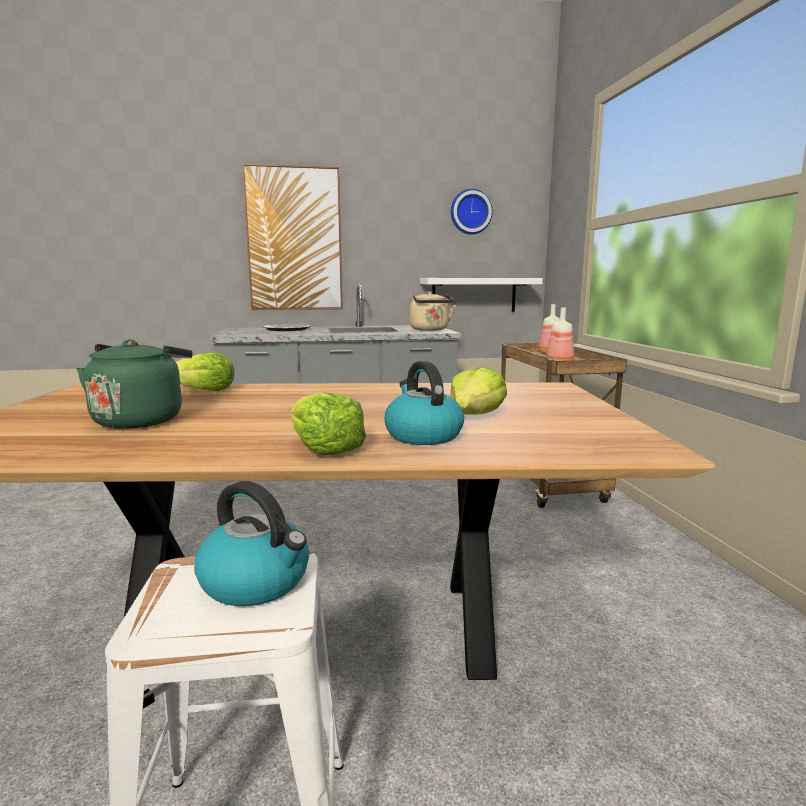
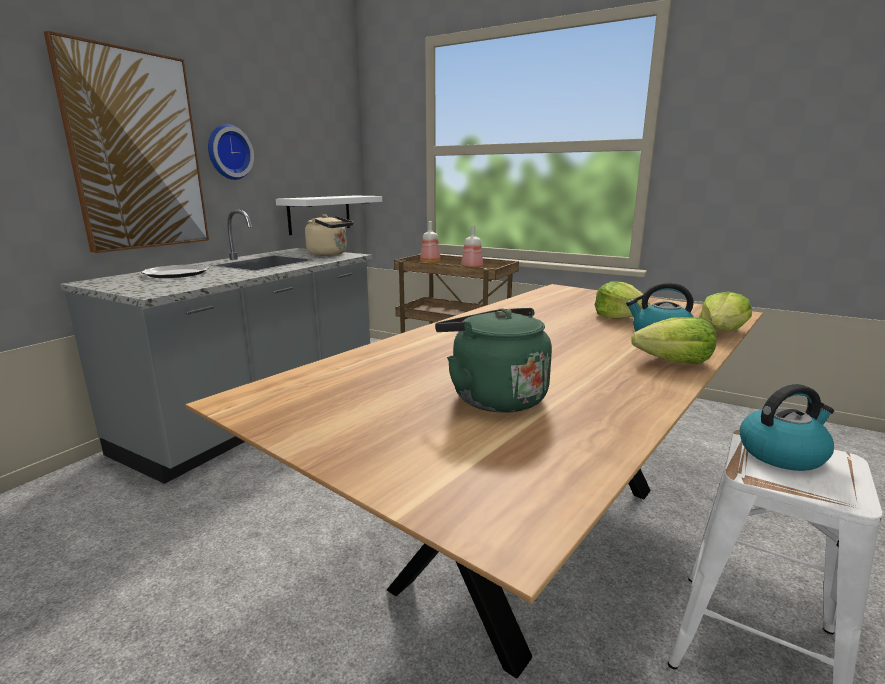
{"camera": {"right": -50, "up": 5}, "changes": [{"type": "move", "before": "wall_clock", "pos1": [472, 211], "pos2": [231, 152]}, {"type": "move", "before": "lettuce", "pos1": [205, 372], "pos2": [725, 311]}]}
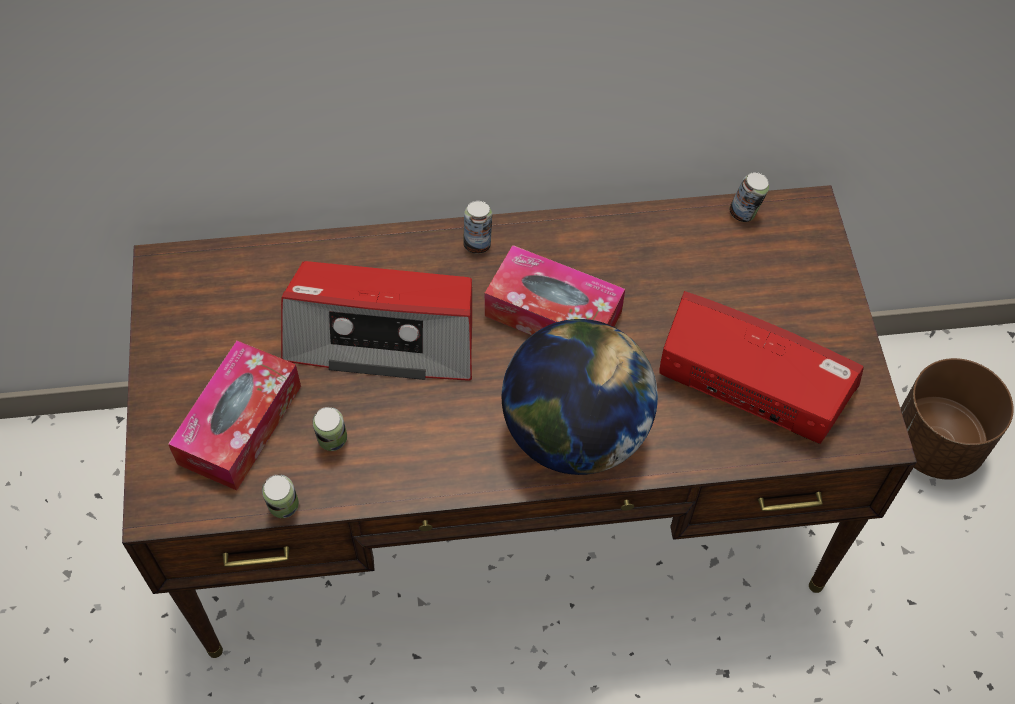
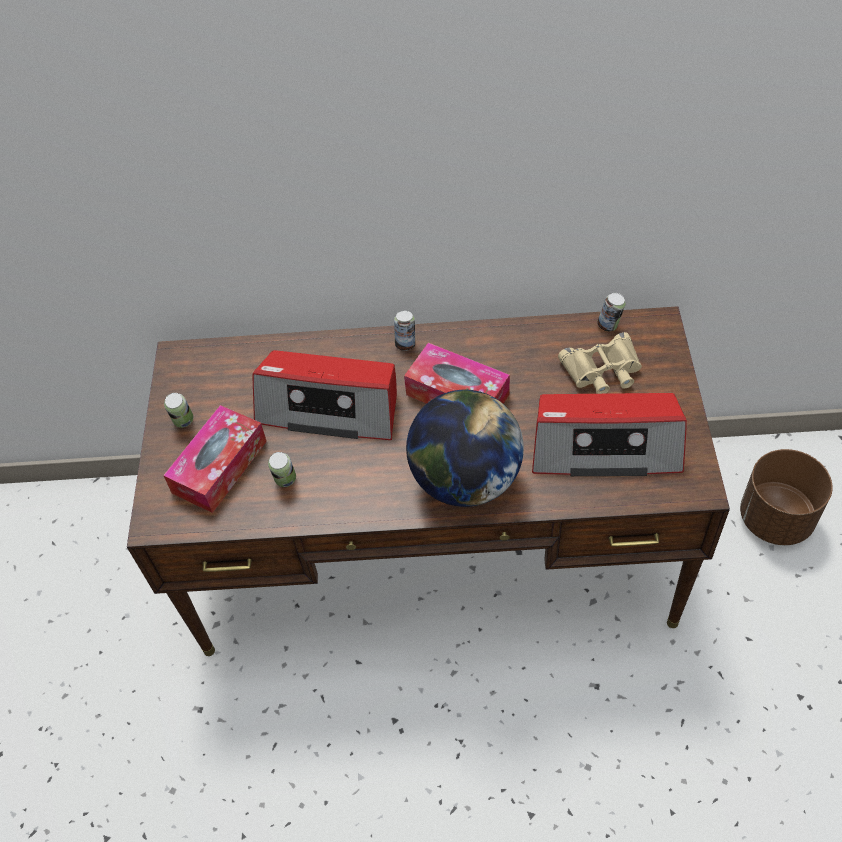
{"camera": {"right": 10, "up": -5}, "changes": [{"type": "move", "before": "can", "pos1": [280, 496], "pos2": [178, 410]}, {"type": "rotate", "before": "radio", "pos1": [762, 367], "pos2": [609, 434], "turn": 150}, {"type": "insert", "after": "beige_binoculars", "pos2": [600, 363]}]}
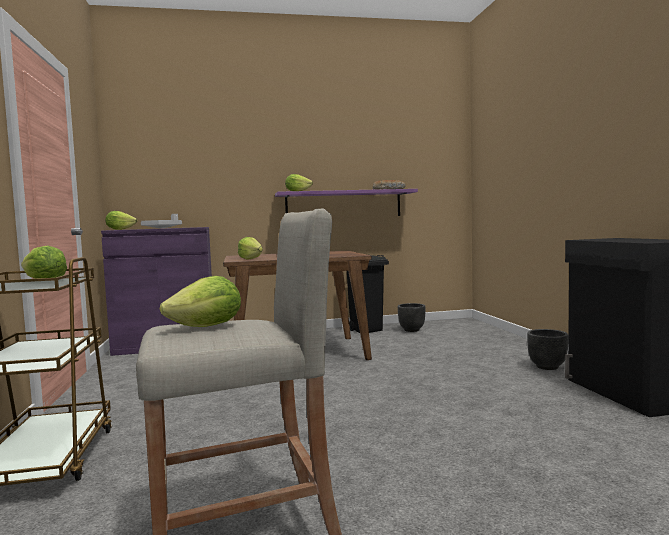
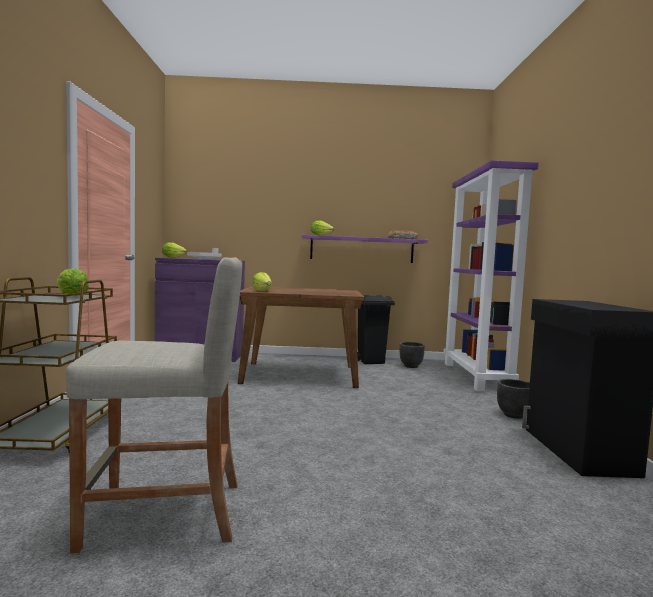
{"camera": {"right": 10, "up": 0}, "changes": [{"type": "insert", "after": "purple_bookcase", "pos2": [491, 276]}, {"type": "delete", "before": "lettuce", "pos1": [200, 301]}]}
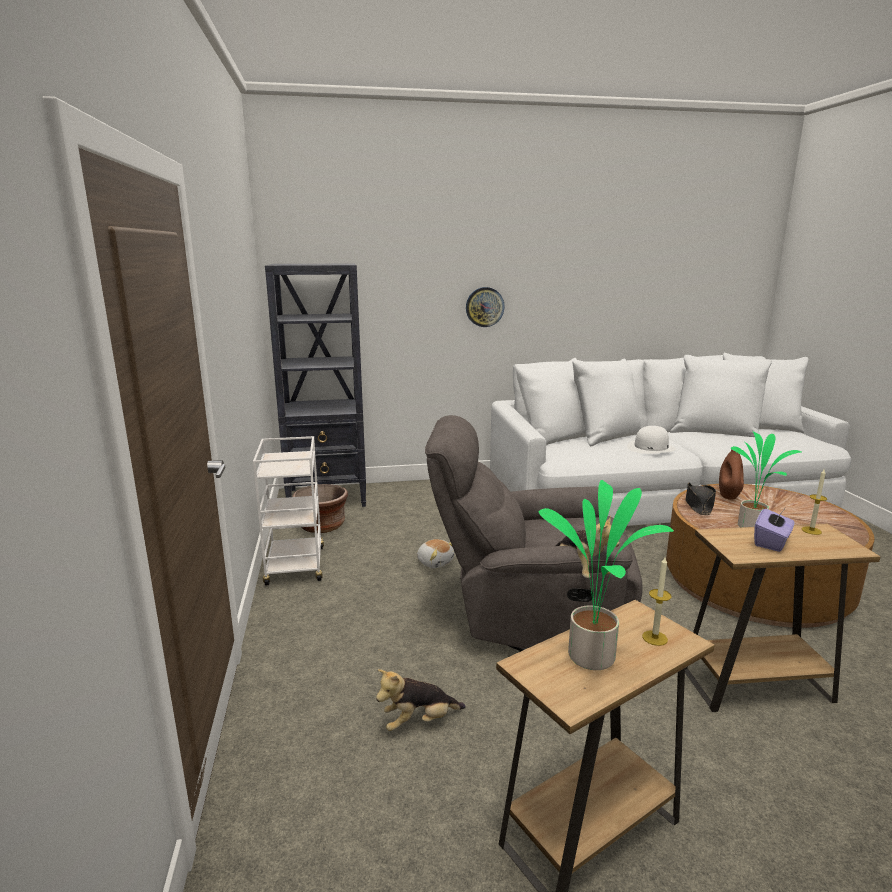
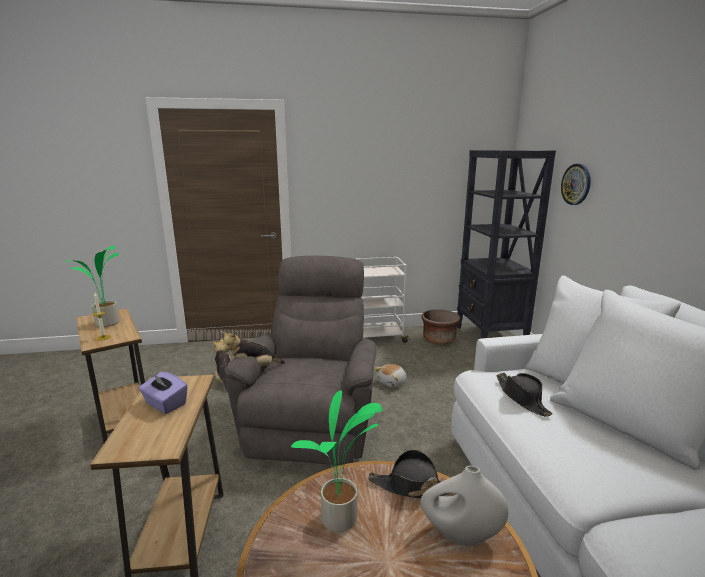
{"camera": {"right": 90, "up": 0}, "changes": [{"type": "recolor", "before": "brown_vase", "after": "white_vase", "pos1": [731, 475], "pos2": [465, 506]}, {"type": "insert", "after": "black_hat", "pos2": [524, 395]}, {"type": "move", "before": "wall_clock", "pos1": [485, 307], "pos2": [576, 184]}, {"type": "delete", "before": "white_hat", "pos1": [651, 440]}, {"type": "delete", "before": "candle", "pos1": [814, 502]}]}
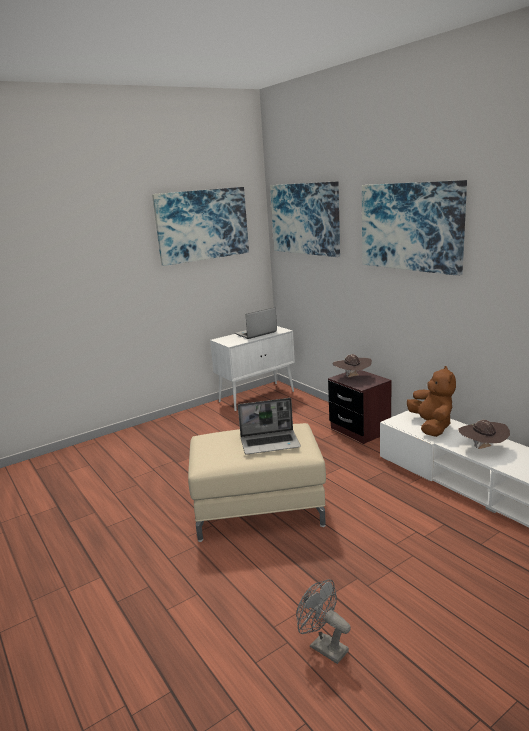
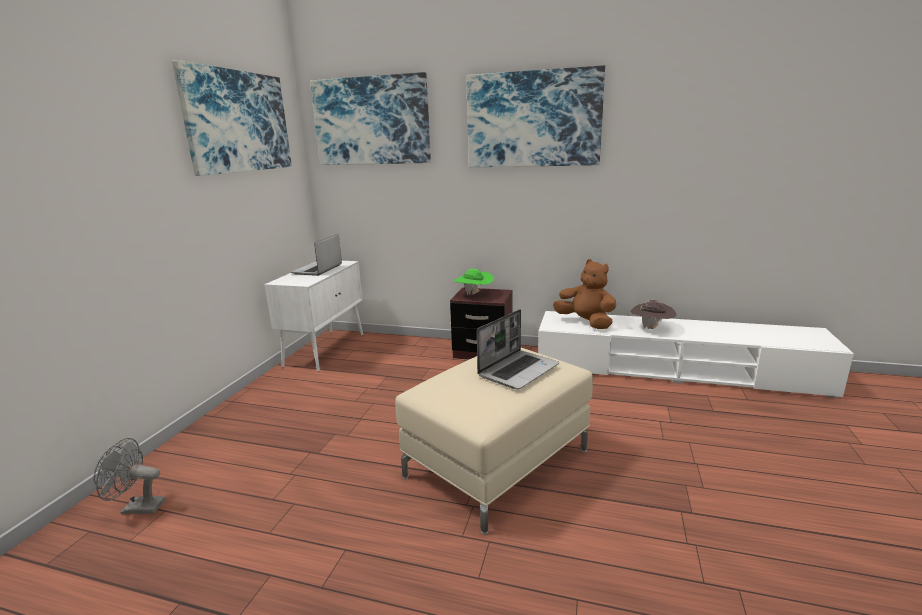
{"camera": {"right": -40, "up": 0}, "changes": [{"type": "move", "before": "grey_fan", "pos1": [323, 621], "pos2": [130, 476]}, {"type": "recolor", "before": "brown_hat", "after": "green_hat", "pos1": [352, 365], "pos2": [473, 282]}]}
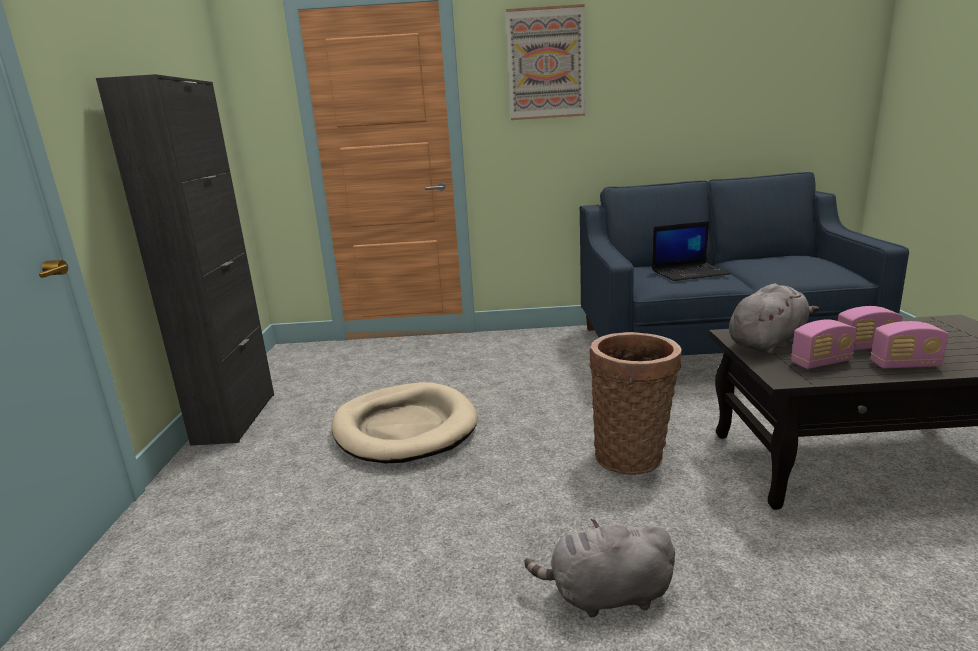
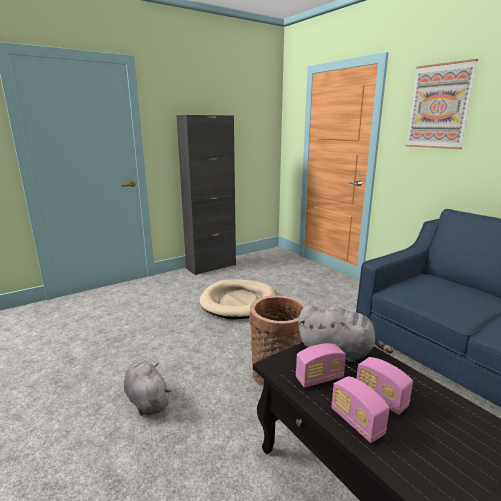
{"camera": {"right": 55, "up": 0}, "changes": [{"type": "rotate", "before": "radio", "pos1": [824, 344], "pos2": [321, 365], "turn": -60}, {"type": "delete", "before": "laptop", "pos1": [691, 251]}]}
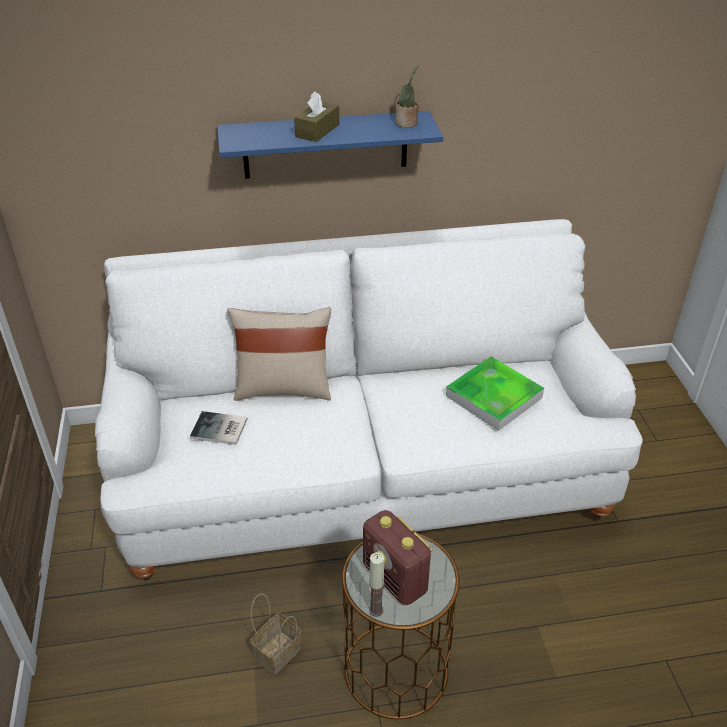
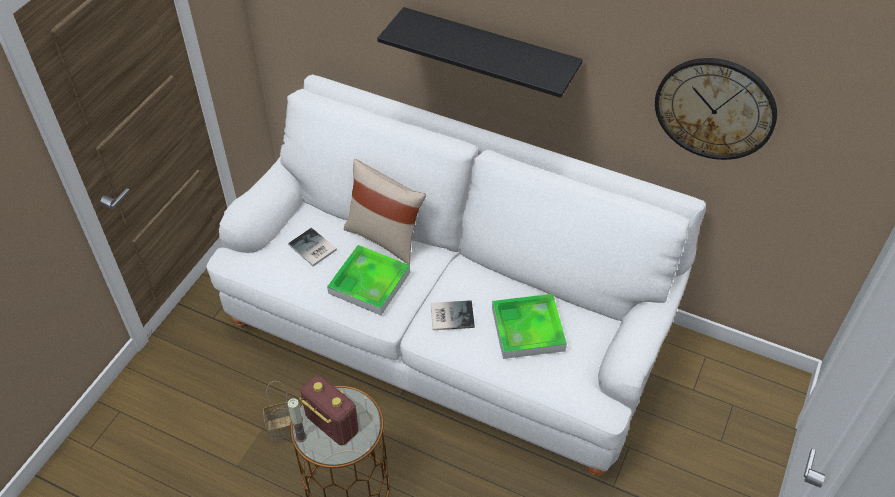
{"camera": {"right": 35, "up": 10}, "changes": [{"type": "rotate", "before": "radio", "pos1": [398, 557], "pos2": [329, 410], "turn": 135}, {"type": "insert", "after": "tray", "pos2": [368, 280]}, {"type": "recolor", "before": "blue_shelf", "after": "black_shelf", "pos1": [330, 145], "pos2": [480, 52]}, {"type": "insert", "after": "book", "pos2": [453, 315]}, {"type": "insert", "after": "wall_clock", "pos2": [716, 109]}, {"type": "delete", "before": "brown_tissue_box", "pos1": [316, 116]}, {"type": "delete", "before": "potted_plant", "pos1": [407, 96]}]}
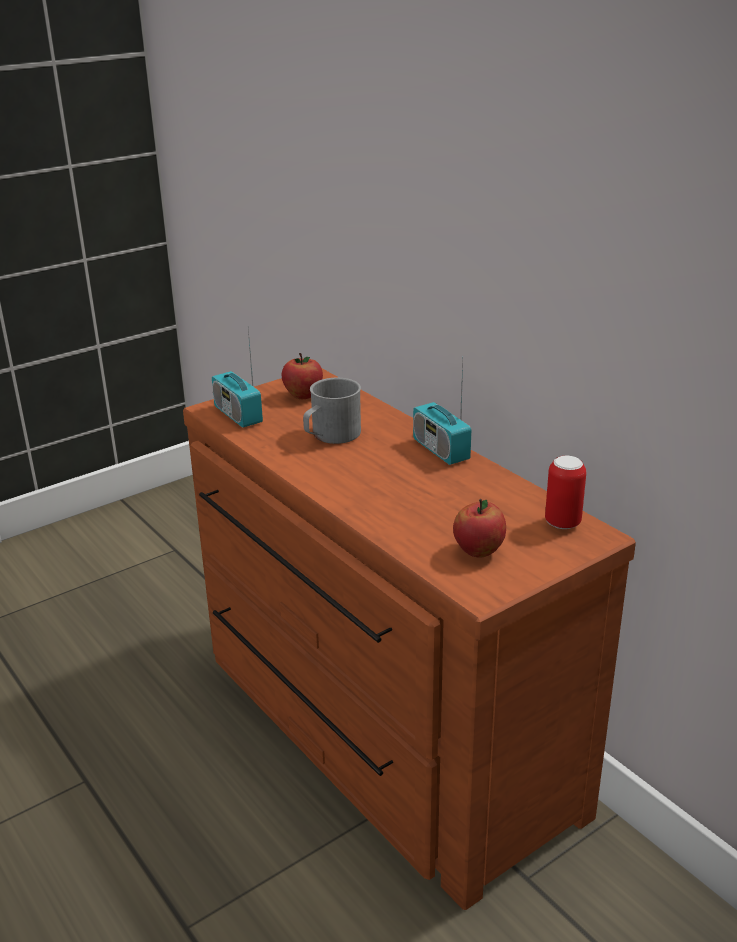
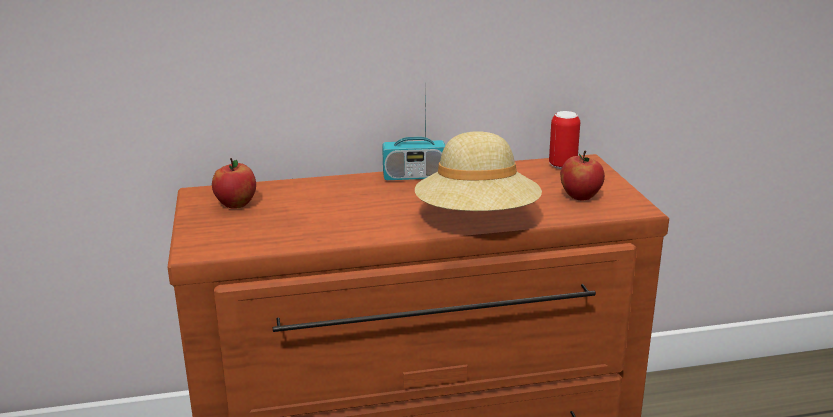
{"camera": {"right": -65, "up": -5}, "changes": [{"type": "insert", "after": "beige_hat", "pos2": [478, 171]}, {"type": "delete", "before": "radio", "pos1": [237, 378]}, {"type": "delete", "before": "grey_mug", "pos1": [332, 411]}]}
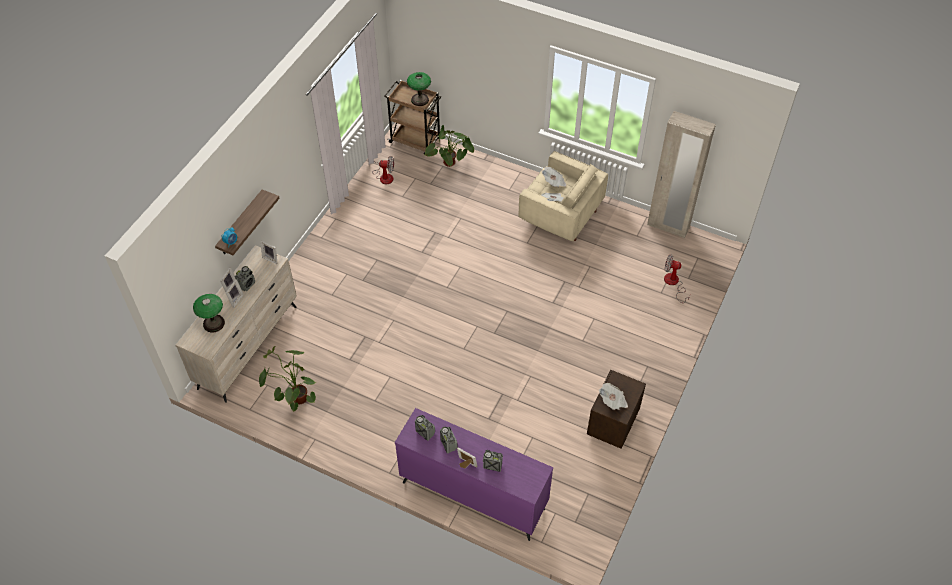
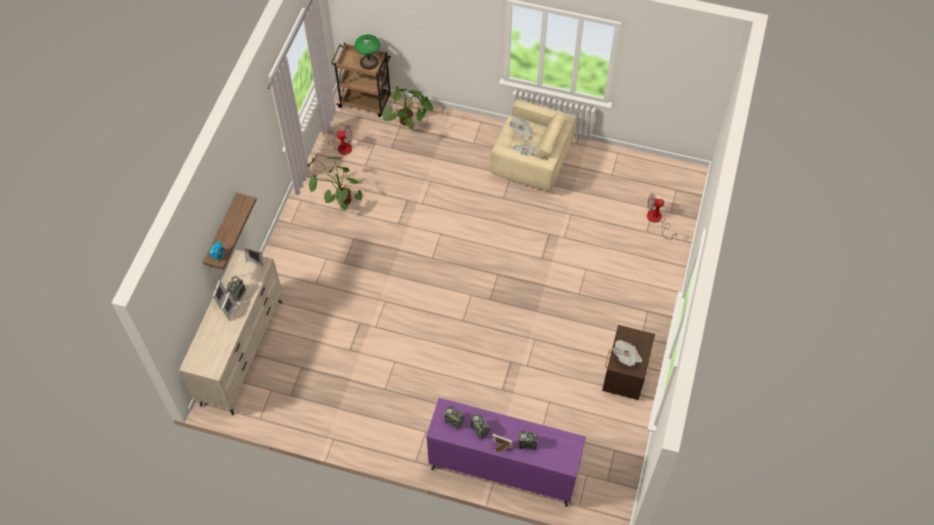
{"camera": {"right": -10, "up": 5}, "changes": [{"type": "move", "before": "potted_plant", "pos1": [287, 379], "pos2": [335, 183]}, {"type": "delete", "before": "table_lamp", "pos1": [209, 313]}, {"type": "delete", "before": "beige_wardrobe", "pos1": [681, 174]}]}
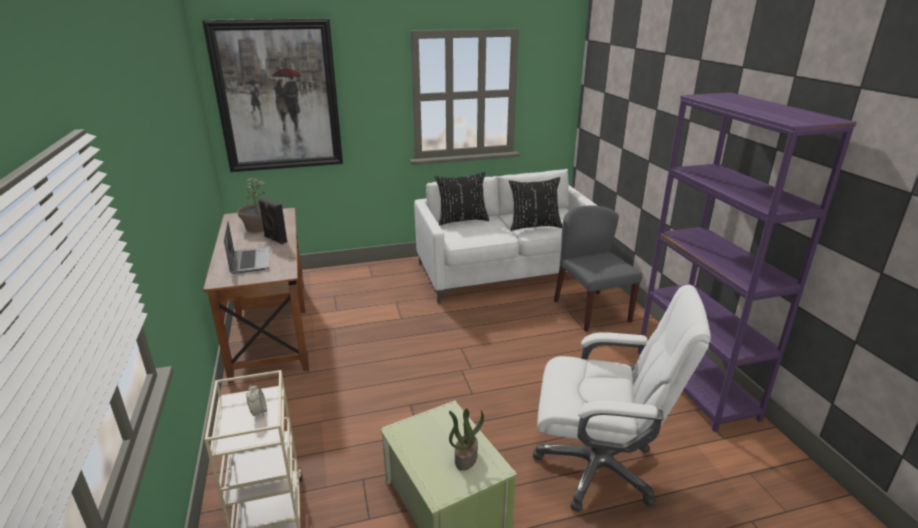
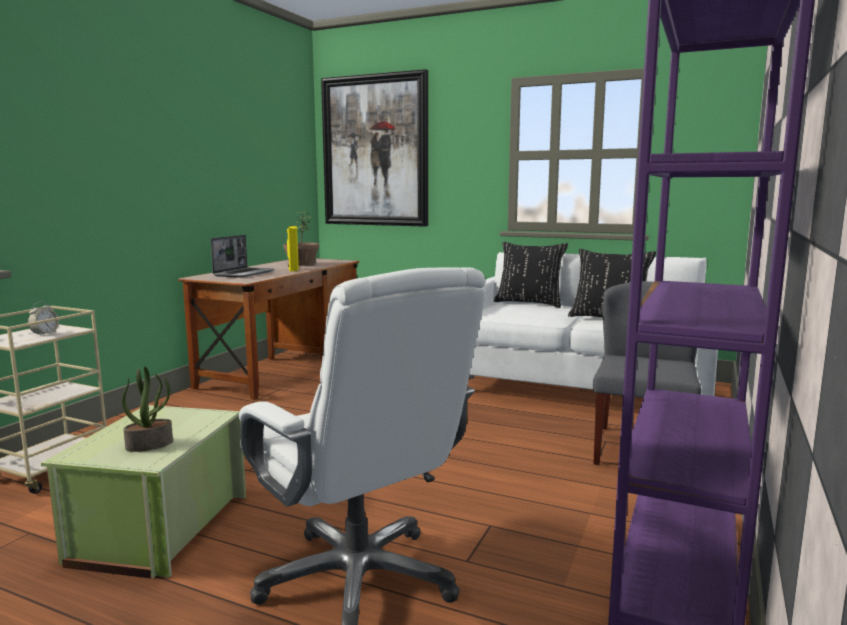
{"camera": {"right": 40, "up": -15}, "changes": [{"type": "recolor", "before": "black_speaker", "after": "yellow_speaker", "pos1": [273, 221], "pos2": [293, 248]}]}
